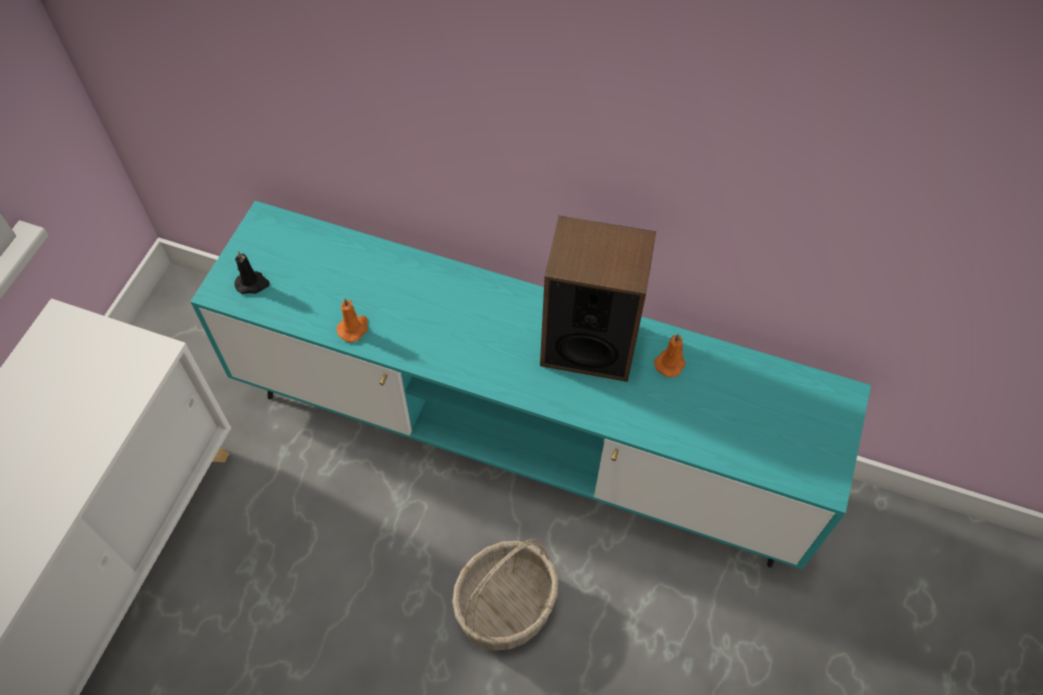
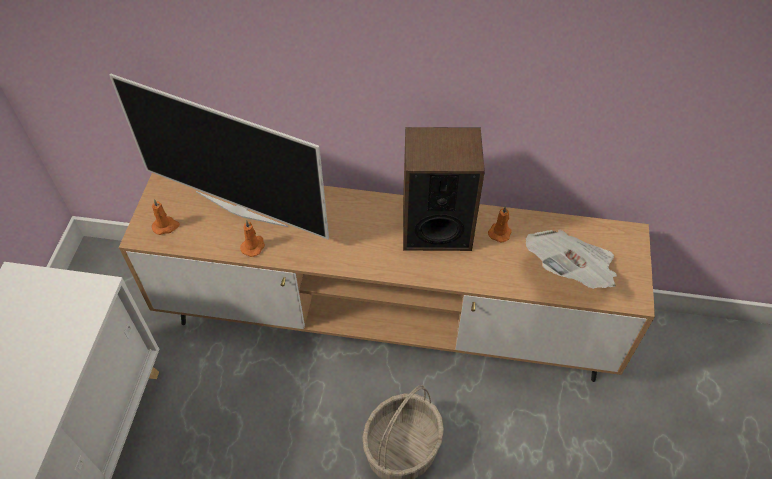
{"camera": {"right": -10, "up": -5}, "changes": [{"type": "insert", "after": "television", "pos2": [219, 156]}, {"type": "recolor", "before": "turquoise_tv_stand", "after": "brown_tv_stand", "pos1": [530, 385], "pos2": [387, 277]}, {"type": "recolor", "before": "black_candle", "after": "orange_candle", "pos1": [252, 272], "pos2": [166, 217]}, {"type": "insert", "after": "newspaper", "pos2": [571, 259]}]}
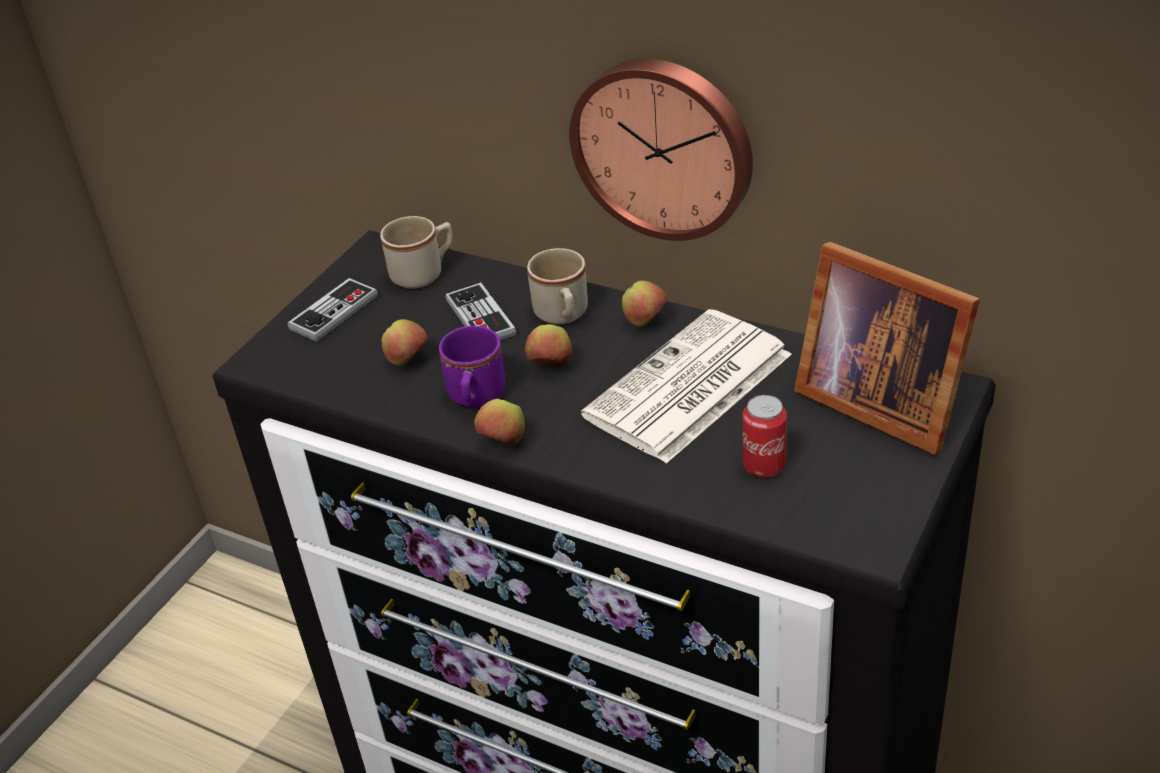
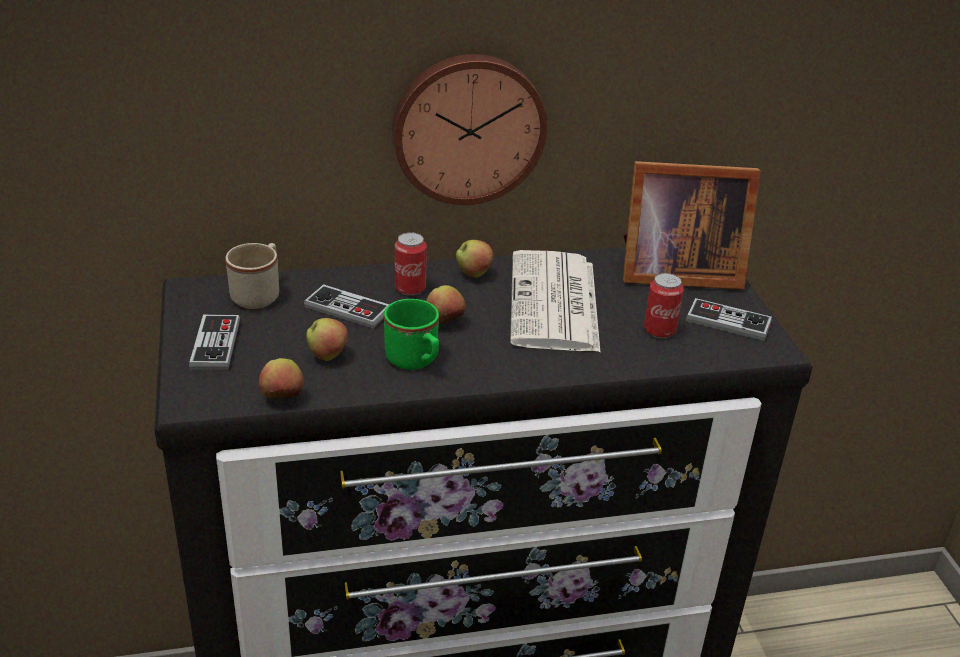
{"camera": {"right": -45, "up": -5}, "changes": [{"type": "move", "before": "apple", "pos1": [499, 422], "pos2": [281, 378]}, {"type": "recolor", "before": "purple_mug", "after": "green_mug", "pos1": [472, 366], "pos2": [411, 334]}, {"type": "replace", "before": "beige_mug", "after": "can", "pos1": [557, 286], "pos2": [411, 264]}, {"type": "insert", "after": "game_controller", "pos2": [729, 319]}]}
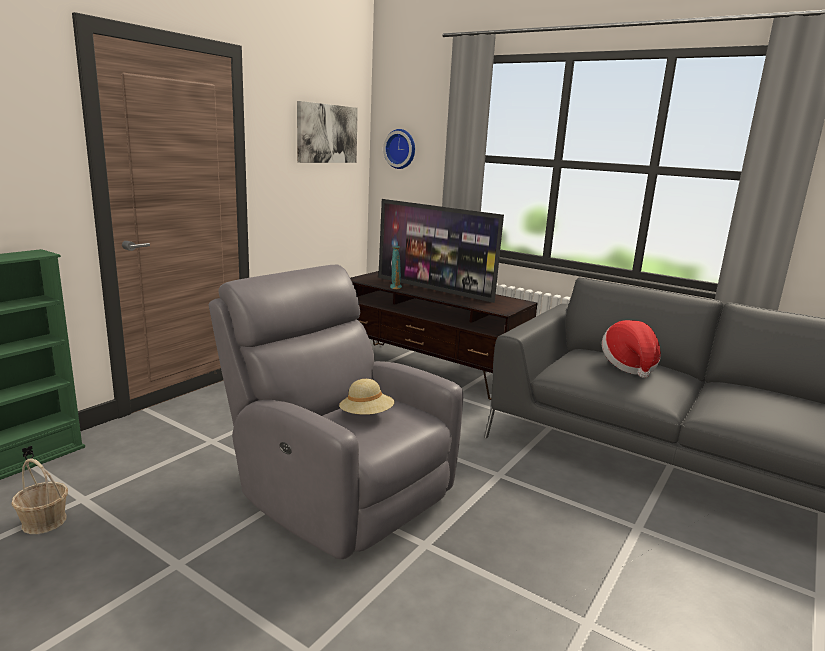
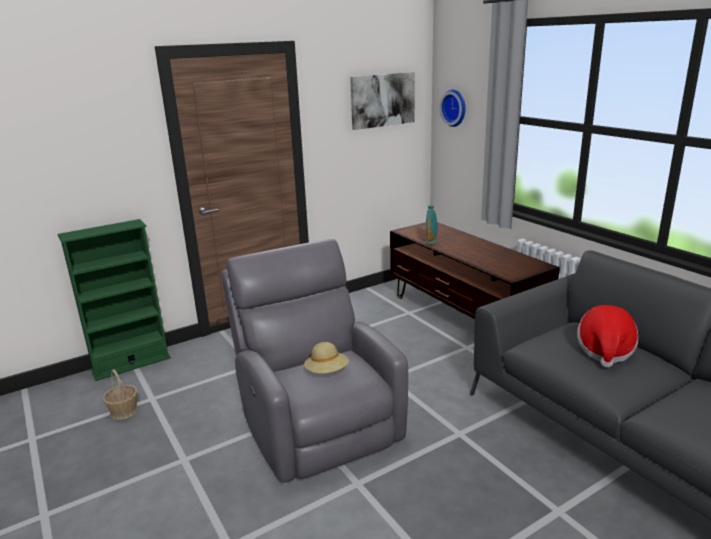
{"camera": {"right": 25, "up": 5}, "changes": [{"type": "delete", "before": "television", "pos1": [441, 251]}]}
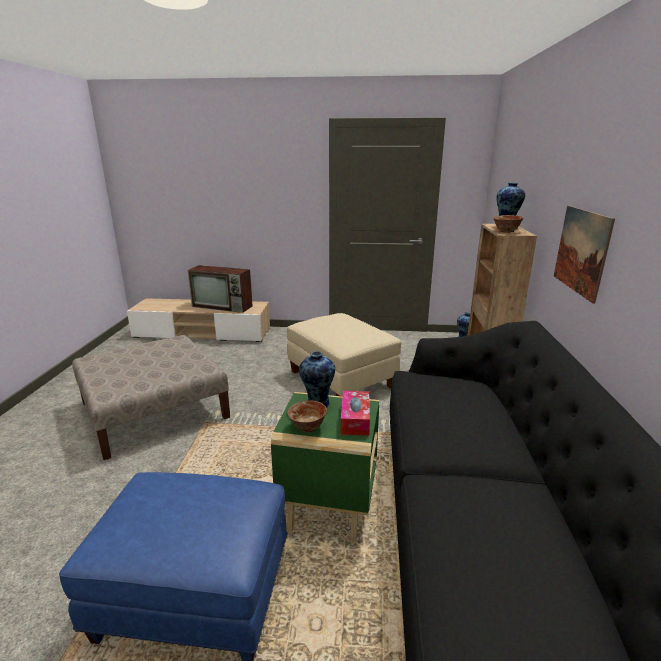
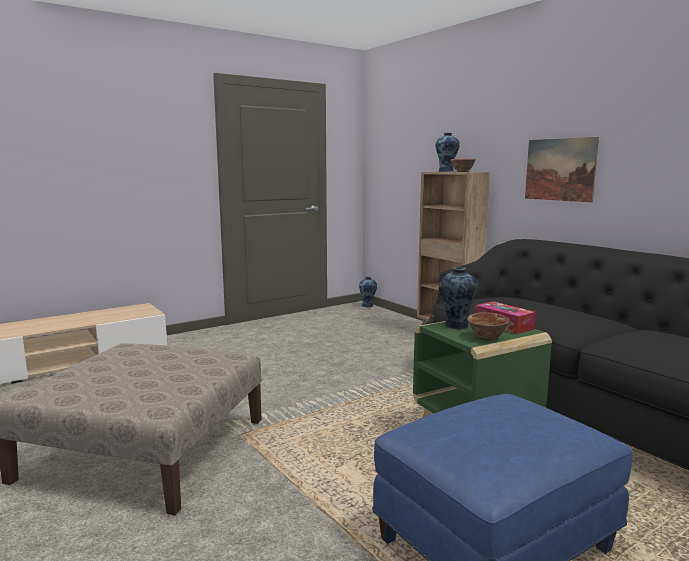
{"camera": {"right": -40, "up": -10}, "changes": [{"type": "delete", "before": "television", "pos1": [220, 289]}, {"type": "delete", "before": "beige_ottoman", "pos1": [344, 355]}]}
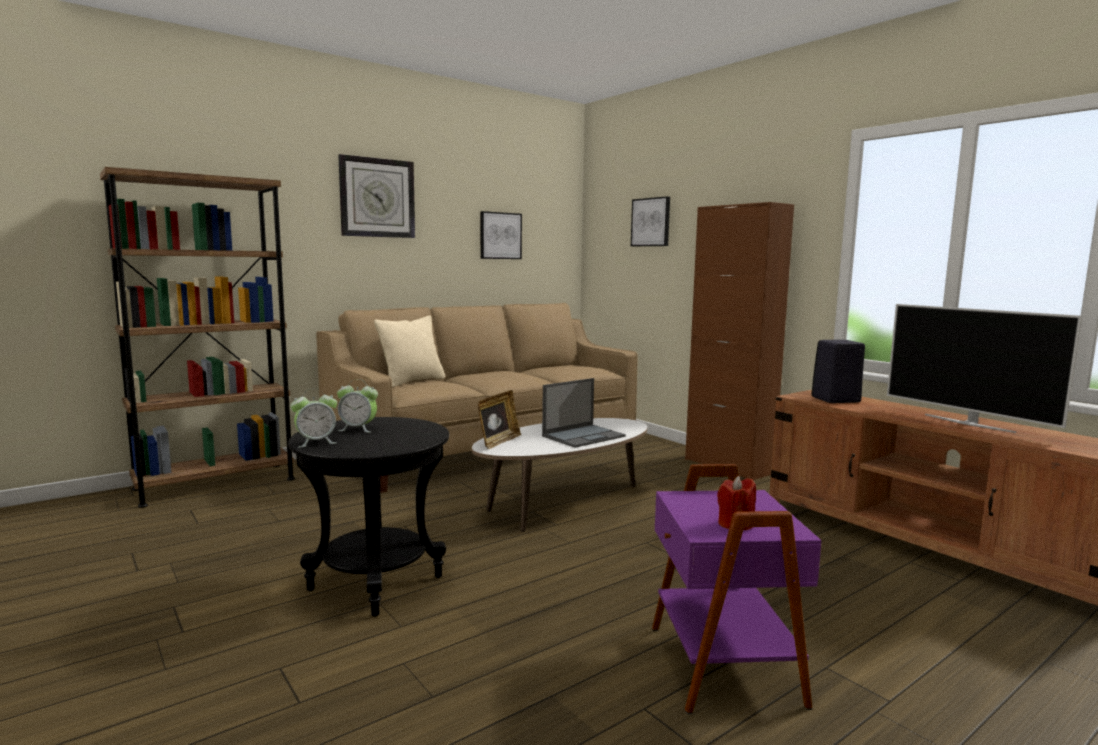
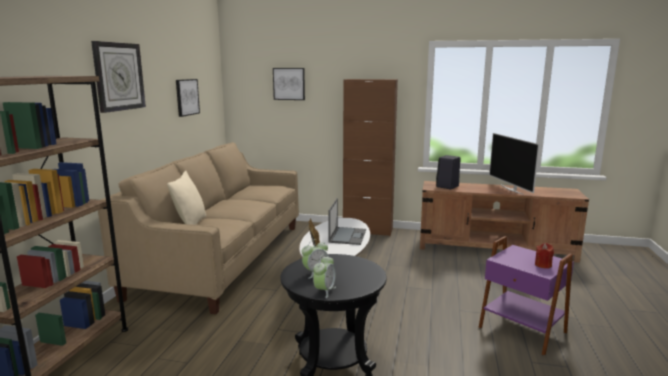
{"camera": {"right": -40, "up": 5}, "changes": [{"type": "rotate", "before": "television", "pos1": [984, 368], "pos2": [514, 164], "turn": 60}]}
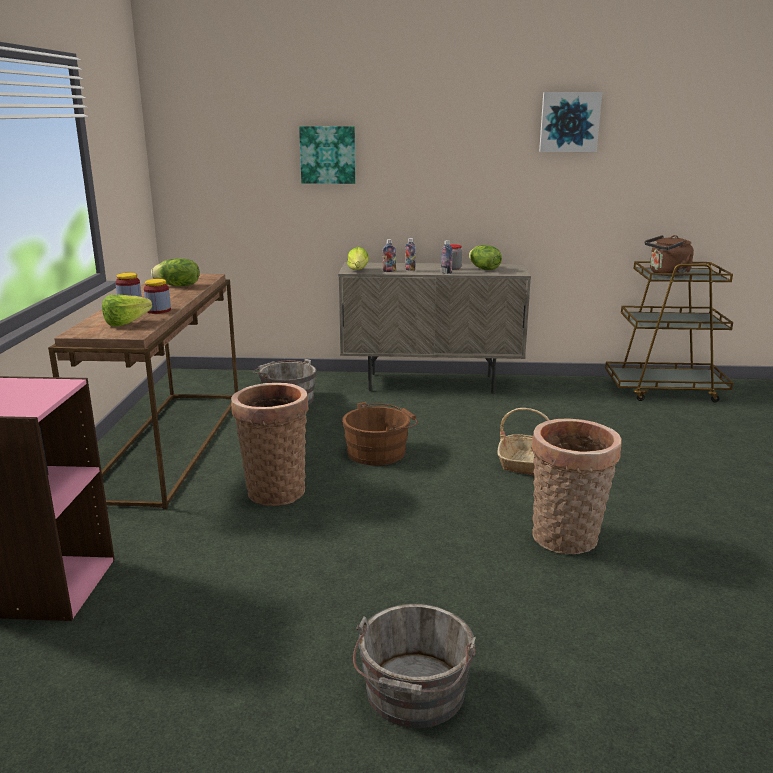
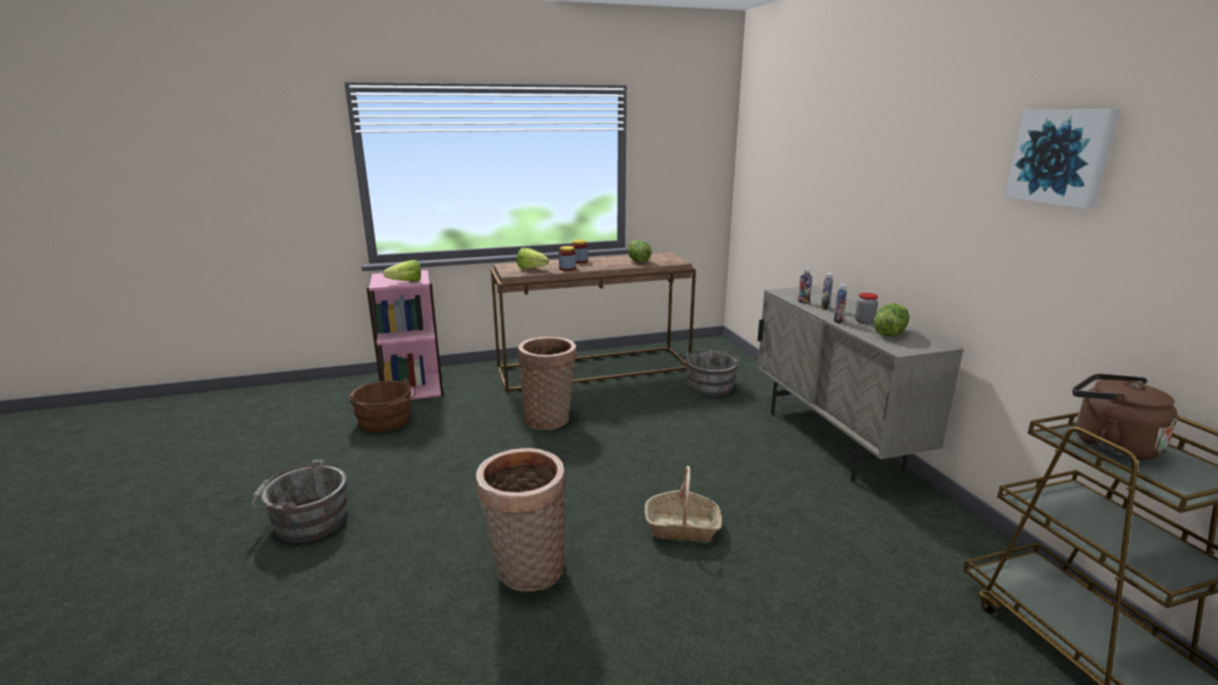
{"camera": {"right": 70, "up": 0}, "changes": [{"type": "move", "before": "brown_bucket", "pos1": [380, 434], "pos2": [383, 405]}, {"type": "move", "before": "lettuce", "pos1": [358, 258], "pos2": [402, 271]}, {"type": "delete", "before": "picture", "pos1": [327, 155]}]}
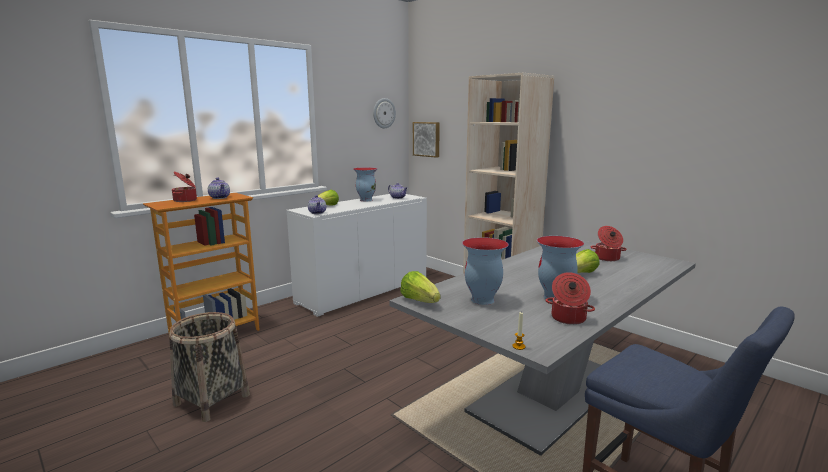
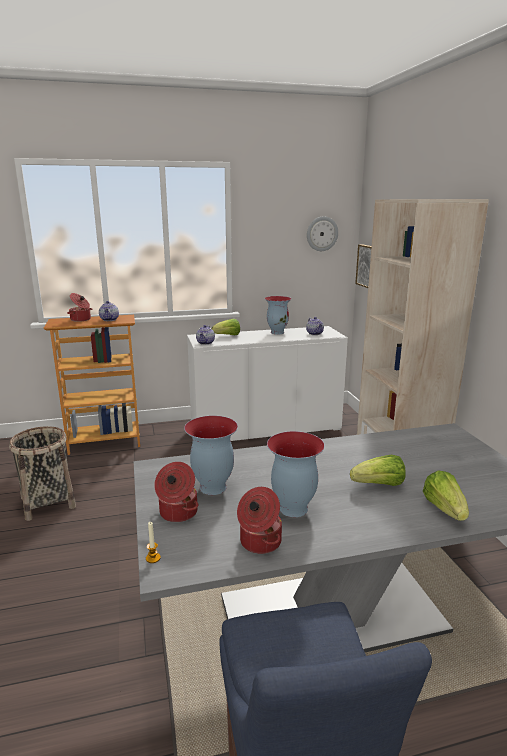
{"camera": {"right": 30, "up": 5}, "changes": [{"type": "move", "before": "cooking_pot", "pos1": [609, 243], "pos2": [176, 492]}, {"type": "move", "before": "lettuce", "pos1": [420, 287], "pos2": [446, 495]}]}
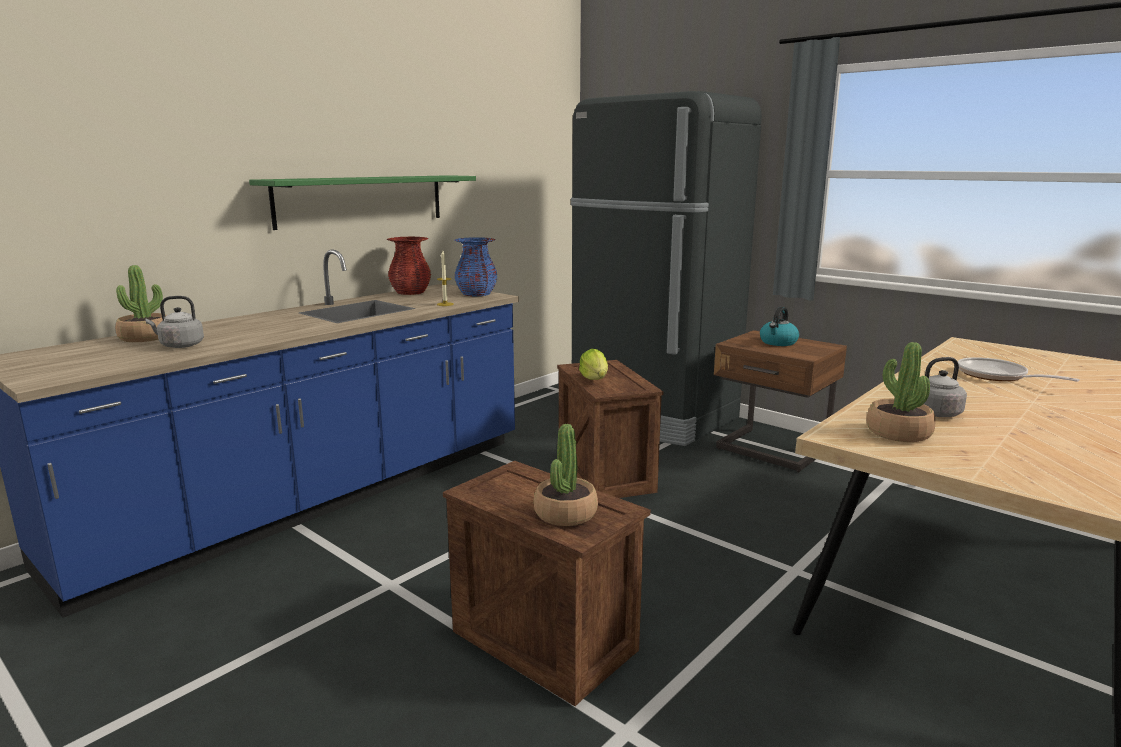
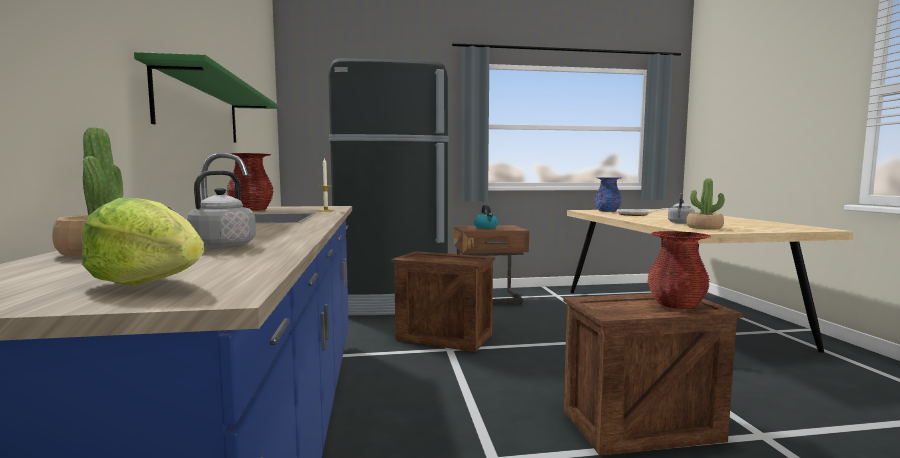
{"camera": {"right": -50, "up": -10}, "changes": [{"type": "move", "before": "lettuce", "pos1": [593, 364], "pos2": [143, 241]}, {"type": "move", "before": "blue_vase", "pos1": [475, 266], "pos2": [608, 194]}, {"type": "replace", "before": "potted_plant", "after": "red_vase", "pos1": [566, 475], "pos2": [679, 270]}]}
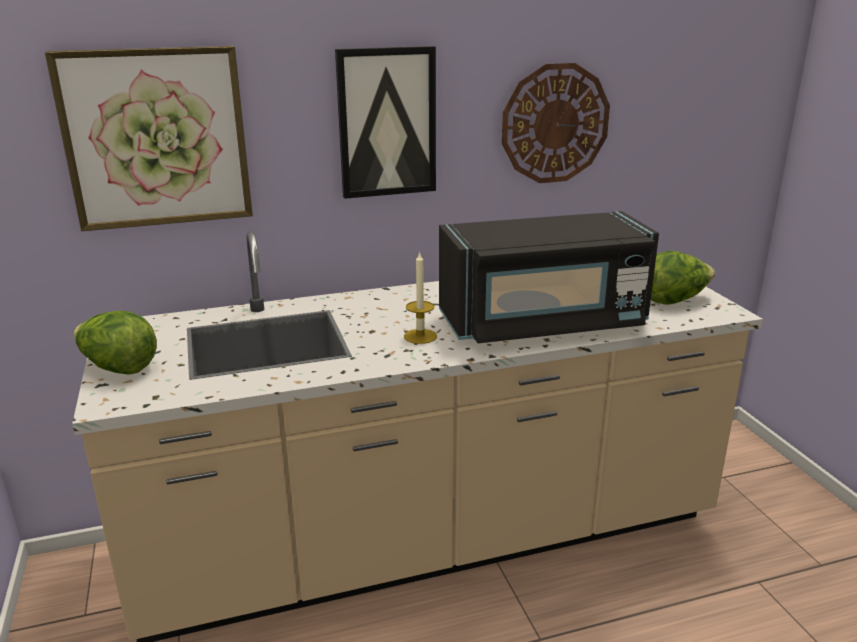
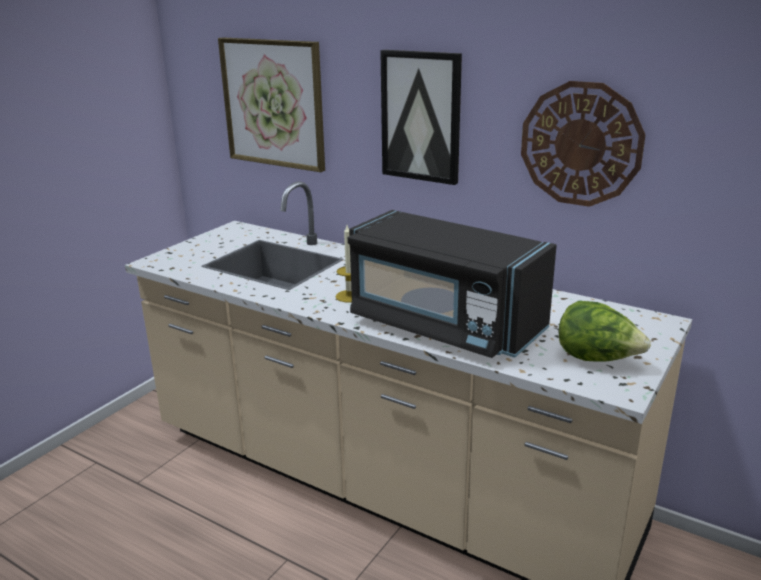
{"camera": {"right": 50, "up": 0}, "changes": [{"type": "delete", "before": "lettuce", "pos1": [115, 343]}]}
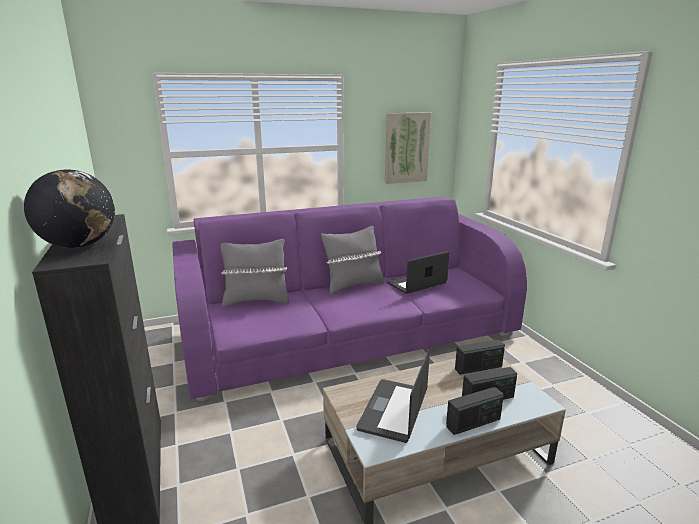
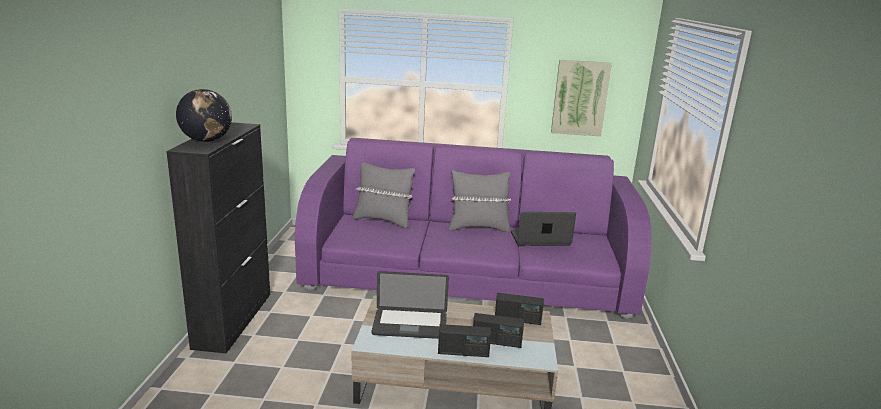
{"camera": {"right": 25, "up": 0}, "changes": [{"type": "rotate", "before": "laptop", "pos1": [393, 395], "pos2": [410, 305], "turn": -135}]}
